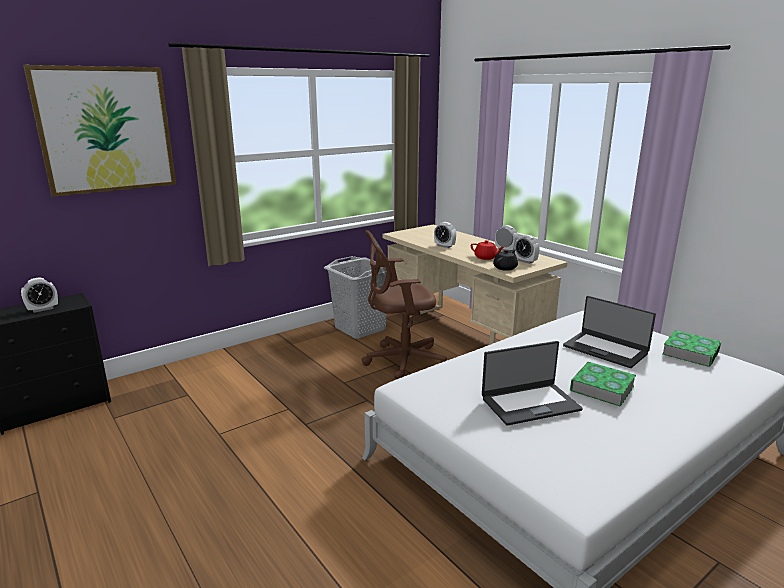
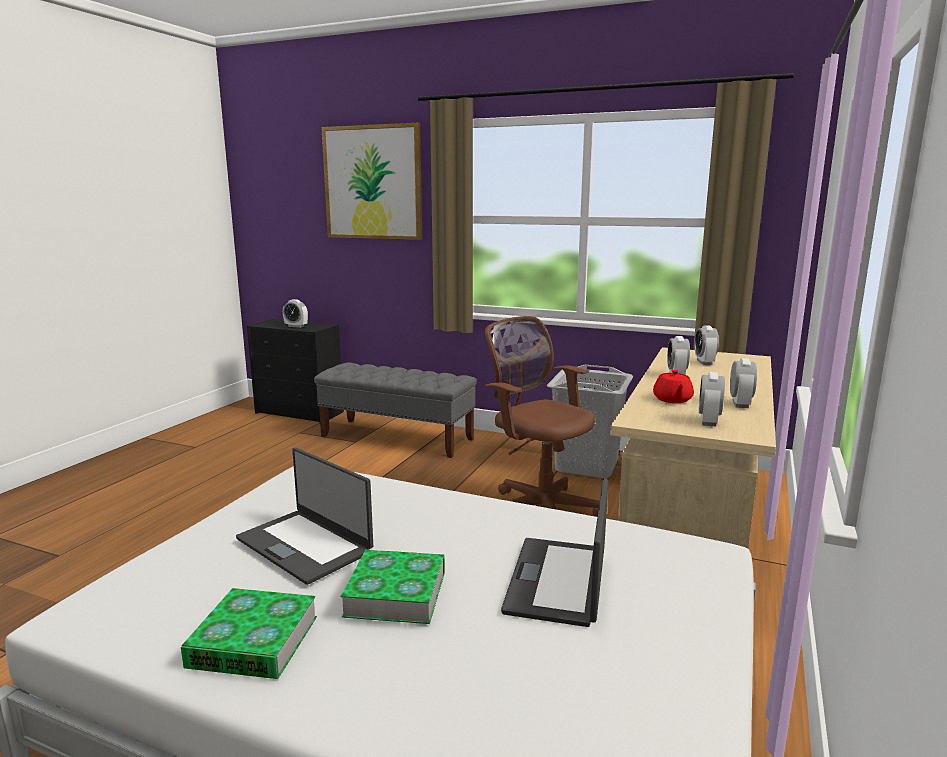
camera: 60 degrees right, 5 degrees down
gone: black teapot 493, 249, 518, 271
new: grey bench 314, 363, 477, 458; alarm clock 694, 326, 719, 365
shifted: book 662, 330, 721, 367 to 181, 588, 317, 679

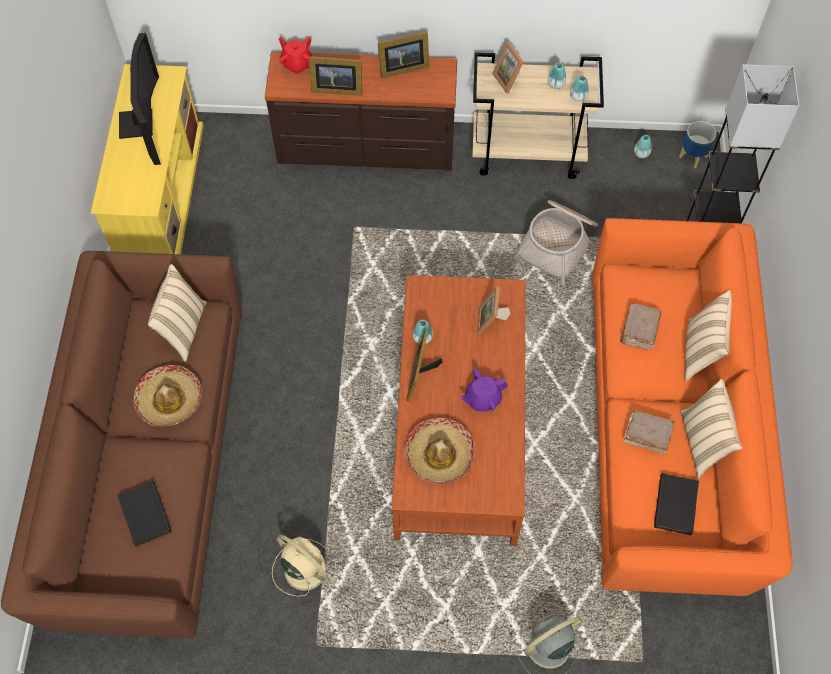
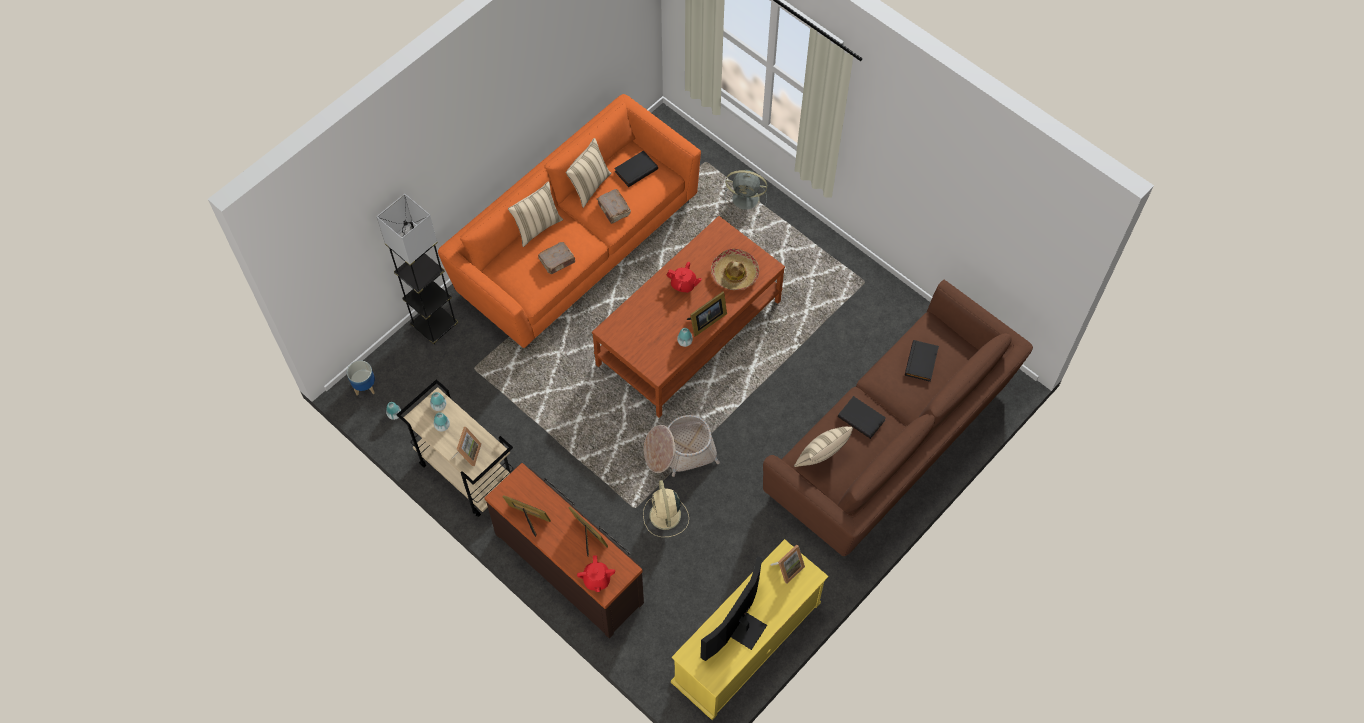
camera: 140 degrees left, 0 degrees up
shifted: beige fan 272, 534, 337, 599 to 643, 480, 689, 537; picture frame 477, 286, 510, 335 to 771, 544, 805, 584; basket 513, 200, 598, 285 to 644, 415, 720, 477
swapped: hat 134, 365, 202, 427 to black book 838, 396, 886, 439
repainted: purple teapot 460, 368, 508, 411 to red teapot 666, 262, 702, 293

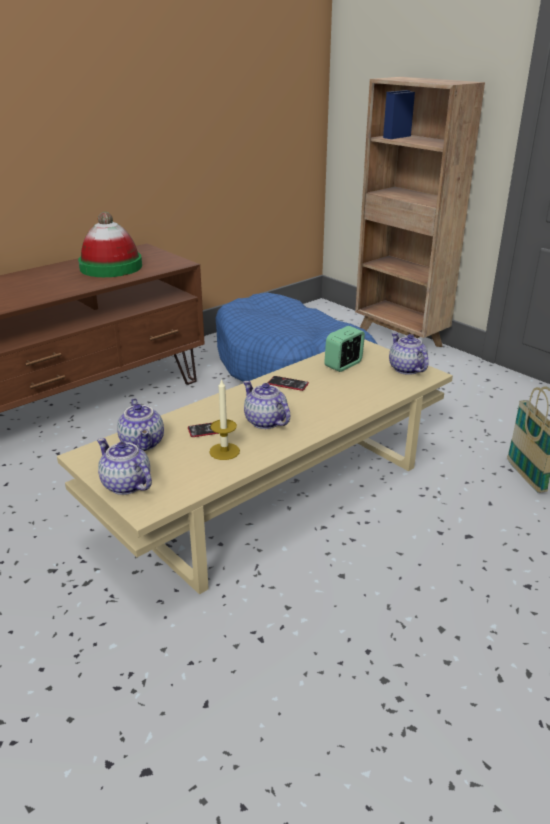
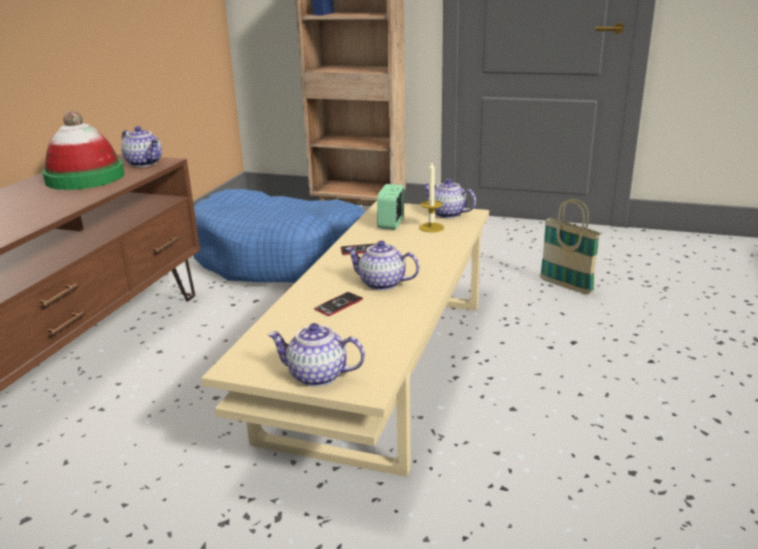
camera: 30 degrees left, 5 degrees down
shifted: teapot 117, 398, 164, 451 to 121, 126, 162, 167; candle 209, 378, 240, 460 to 419, 162, 444, 232

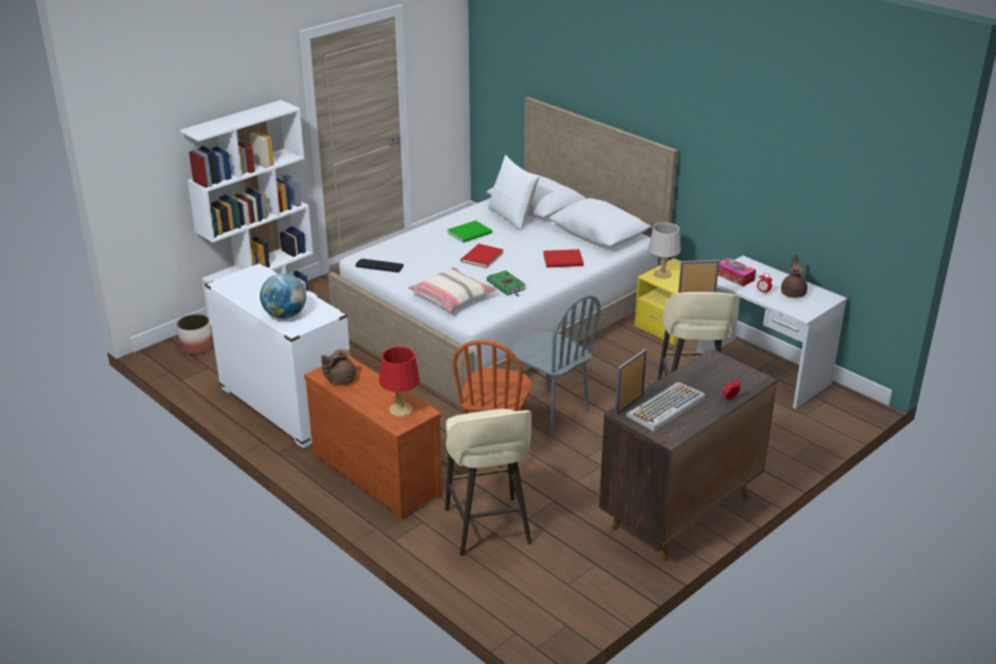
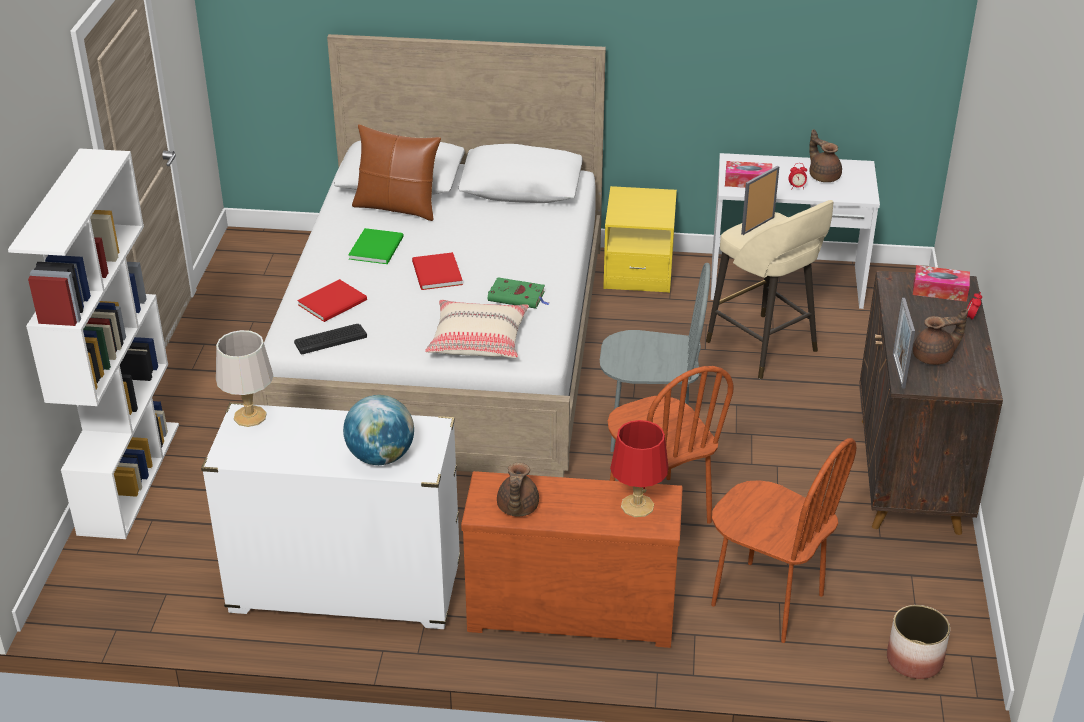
camera: 40 degrees left, 5 degrees up
new: tissue box 913, 265, 970, 302
shifted: planter 177, 314, 213, 354 to 887, 605, 950, 679; red book 543, 249, 584, 268 to 297, 279, 367, 322; grey table lamp 648, 222, 681, 279 to 216, 330, 273, 427
swapped: beige stool 445, 409, 532, 556 to brown chair 711, 438, 856, 643; keyboard 626, 382, 705, 432 to brown teapot 913, 309, 968, 365
repainted: white pillow 488, 155, 539, 231 to brown pillow 352, 124, 441, 221

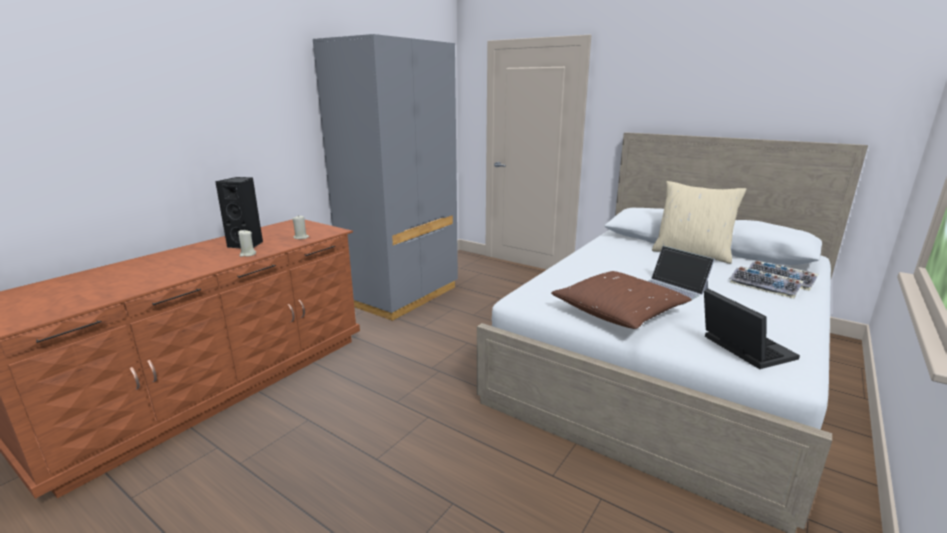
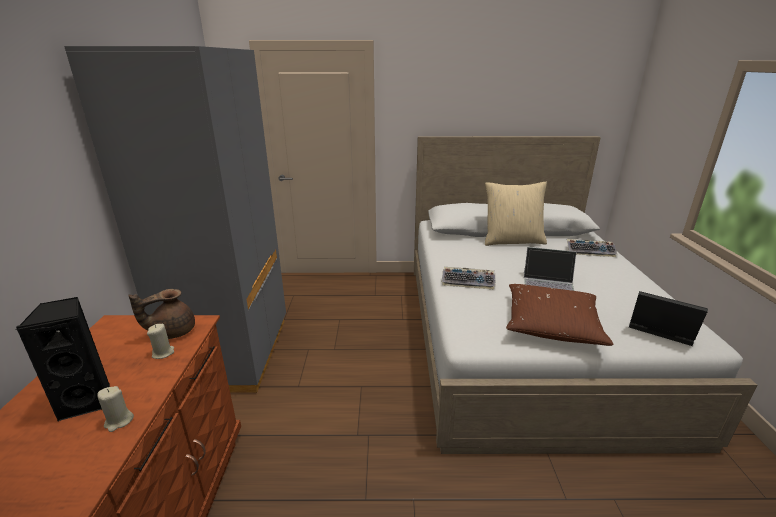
camera: 35 degrees left, 5 degrees up
new: brown teapot 129, 289, 195, 339
shifted: keyboard 729, 266, 804, 299 to 442, 267, 495, 289

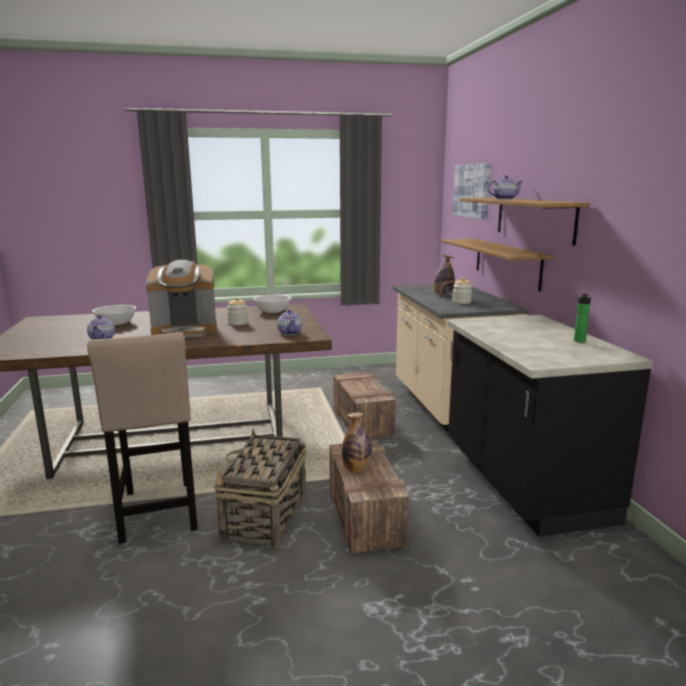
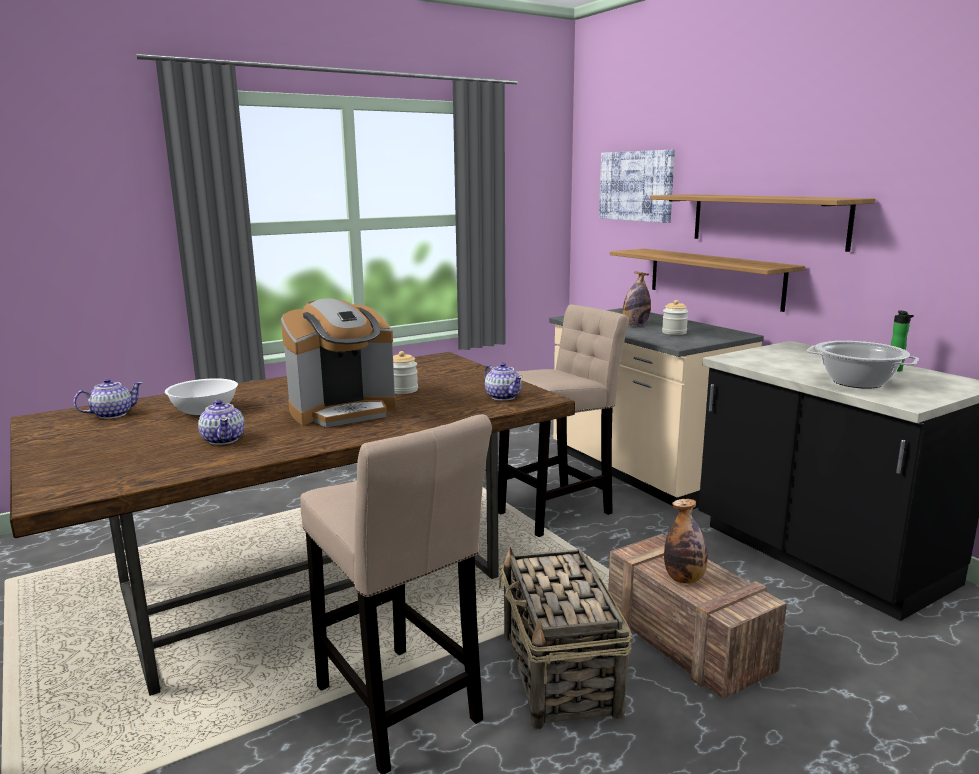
camera: 20 degrees left, 0 degrees up
gone: white bowl 253, 295, 291, 313
new: cooking pot 806, 341, 919, 389
shifted: teapot 488, 175, 523, 199 to 74, 378, 143, 419
swapped: crate 333, 372, 396, 439 to beige stool 498, 304, 629, 537

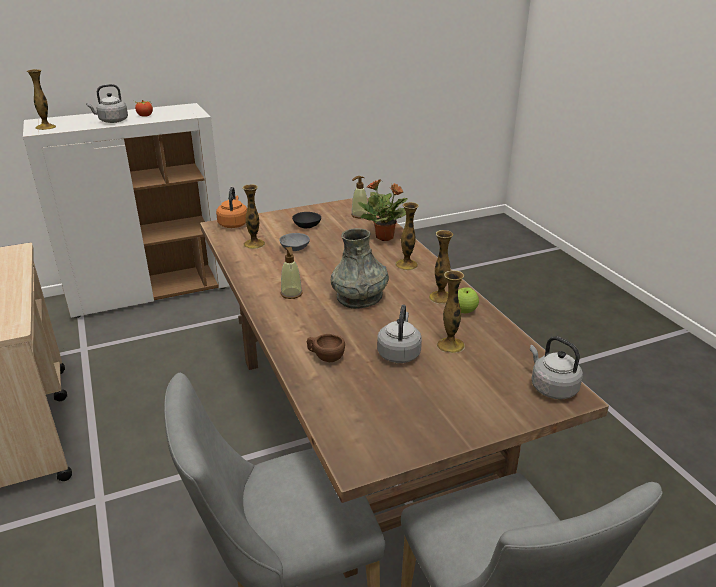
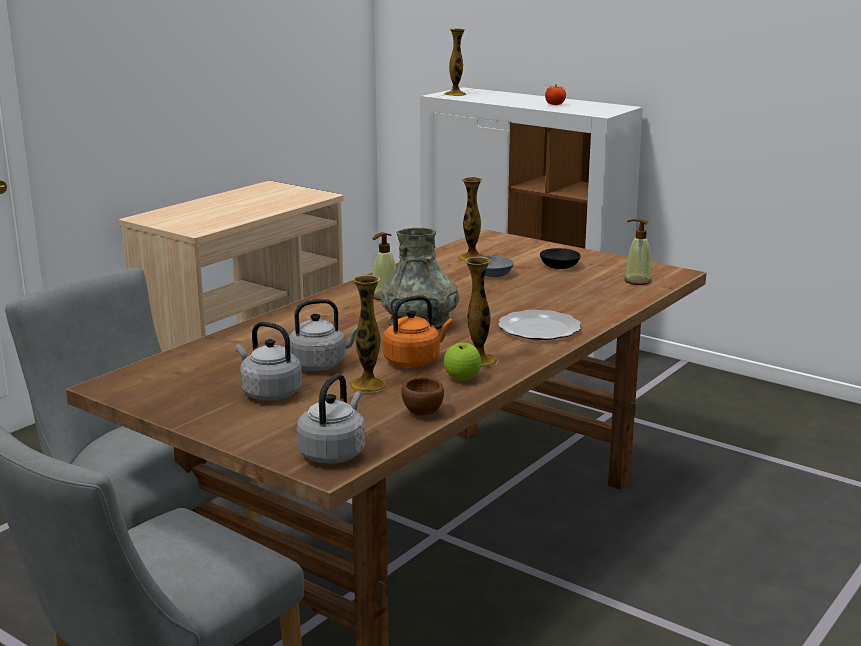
camera: 60 degrees right, 10 degrees down
gone: potted plant 357, 179, 408, 241
shifted: grey kettle 86, 84, 128, 123 to 236, 321, 302, 401; orange kettle 216, 187, 247, 228 to 383, 295, 453, 367; brown cup 307, 334, 345, 362 to 401, 375, 444, 416
swapped: vase 395, 202, 419, 270 to plate 498, 310, 581, 340

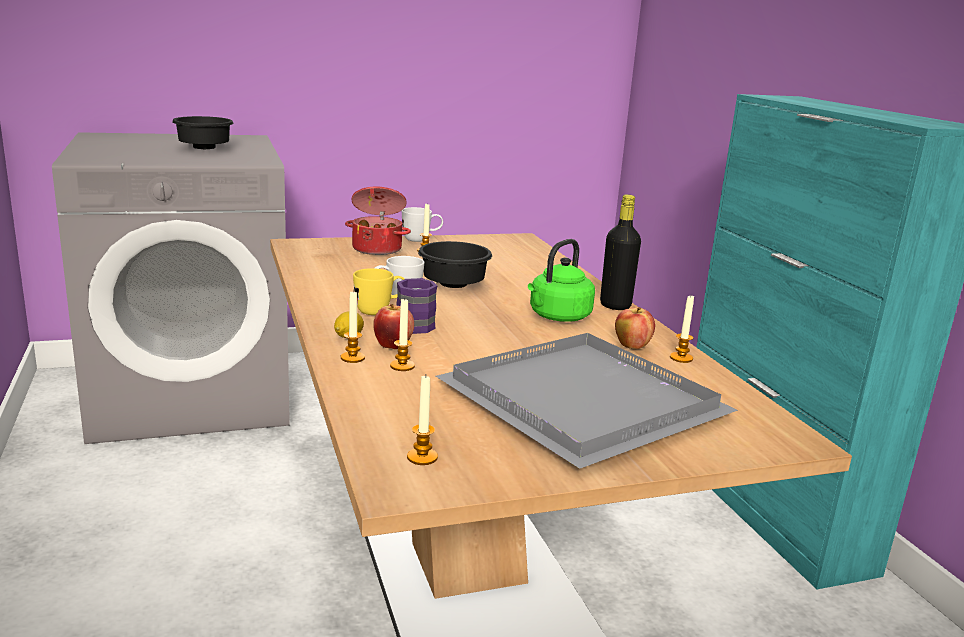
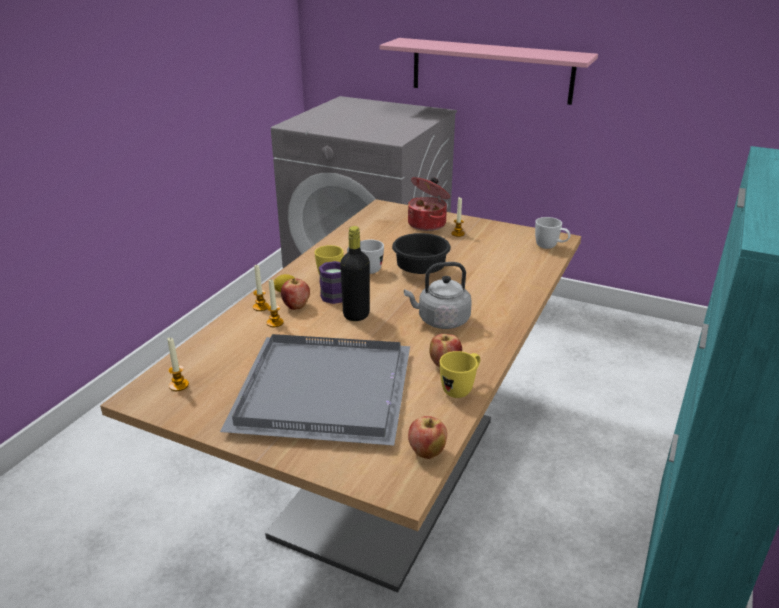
camera: 45 degrees right, 10 degrees up
gone: black bowl 172, 116, 233, 149
new: pink shelf 379, 38, 598, 105; apple 408, 416, 447, 459
shifted: white mug 402, 207, 443, 242 to 535, 217, 571, 249; black bottle 600, 194, 641, 310 to 340, 226, 370, 321
swapped: candle 670, 296, 694, 363 to yellow mug 440, 351, 480, 398
repainted: green kettle 528, 239, 595, 322 to grey kettle 404, 262, 472, 329

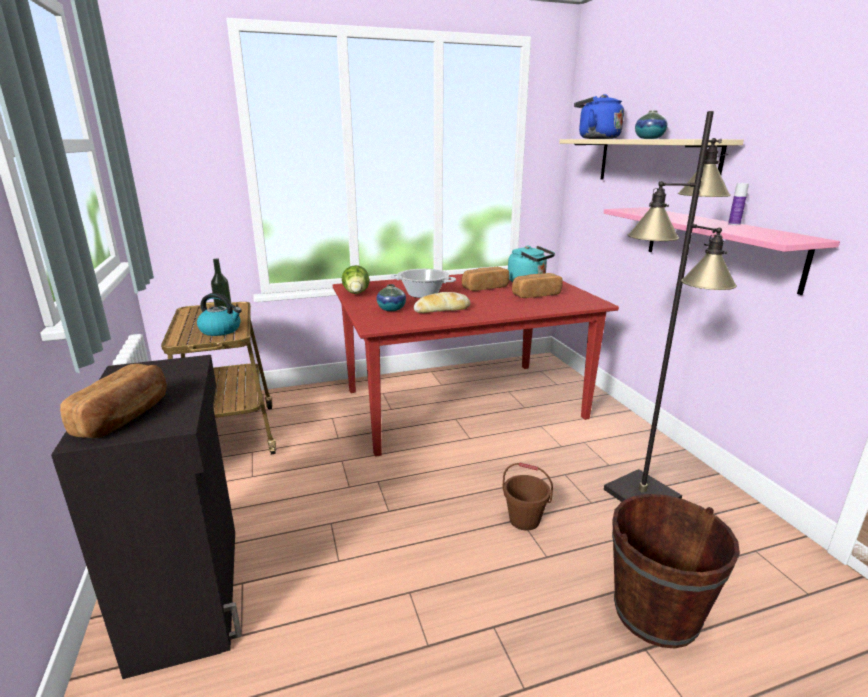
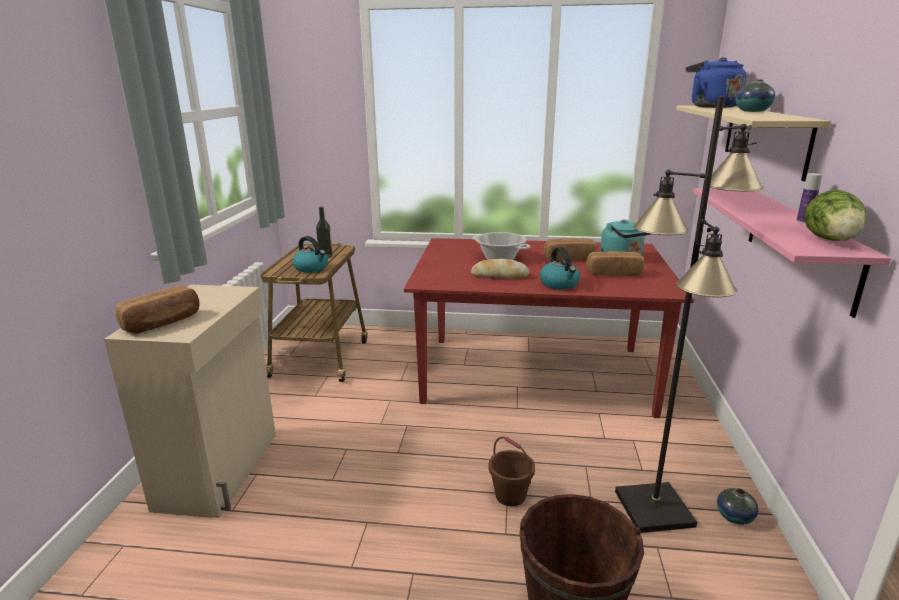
camera: 25 degrees right, 0 degrees up
new: kettle 540, 247, 580, 289
shifted: lettuce 342, 265, 369, 294 to 804, 190, 867, 241; vase 377, 284, 406, 311 to 717, 488, 759, 525
repainted: black cabinet 51, 355, 241, 679 to beige cabinet 104, 284, 276, 518

